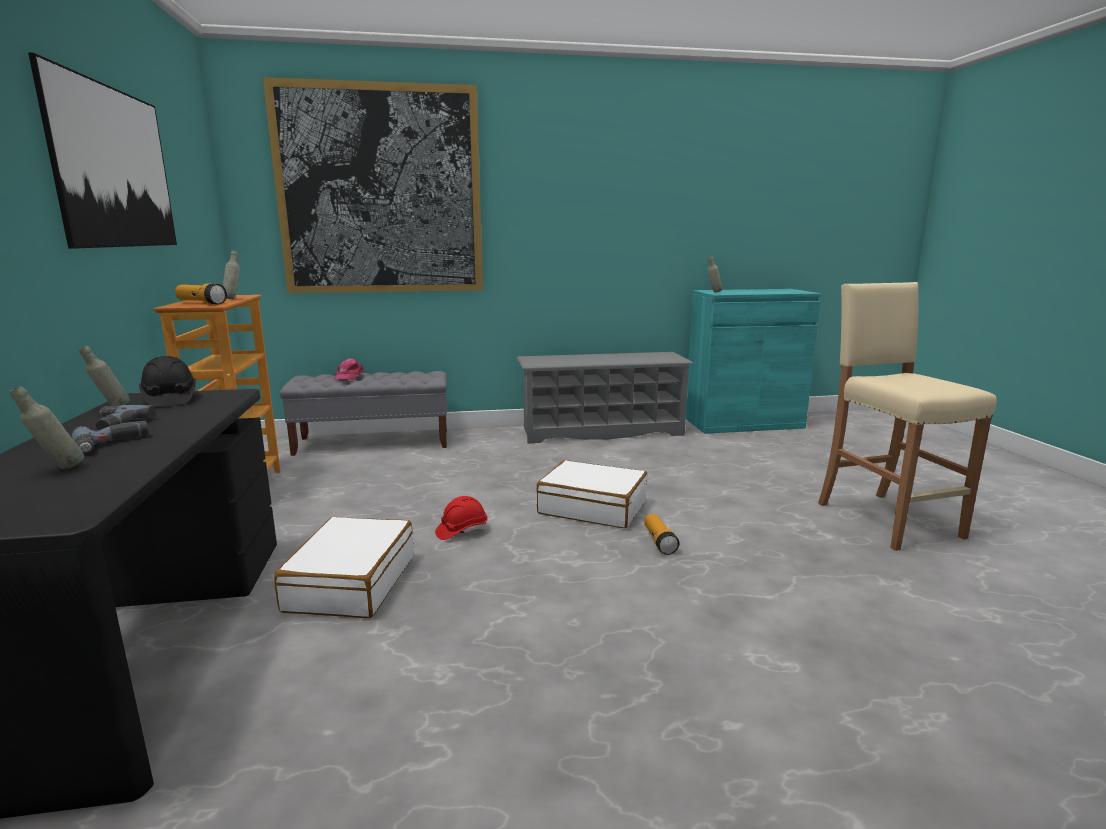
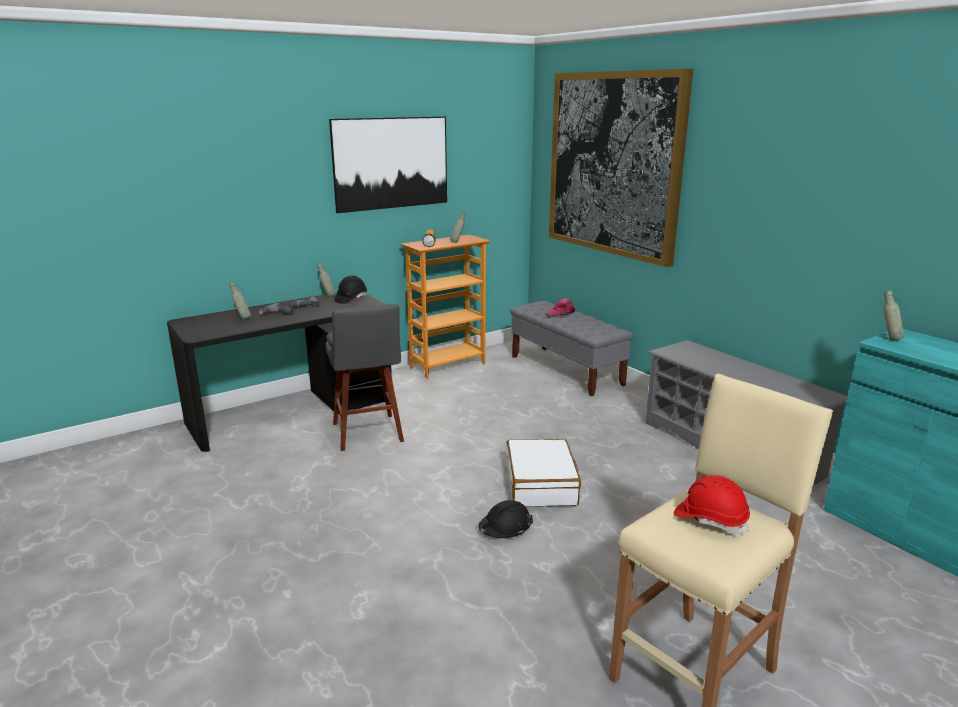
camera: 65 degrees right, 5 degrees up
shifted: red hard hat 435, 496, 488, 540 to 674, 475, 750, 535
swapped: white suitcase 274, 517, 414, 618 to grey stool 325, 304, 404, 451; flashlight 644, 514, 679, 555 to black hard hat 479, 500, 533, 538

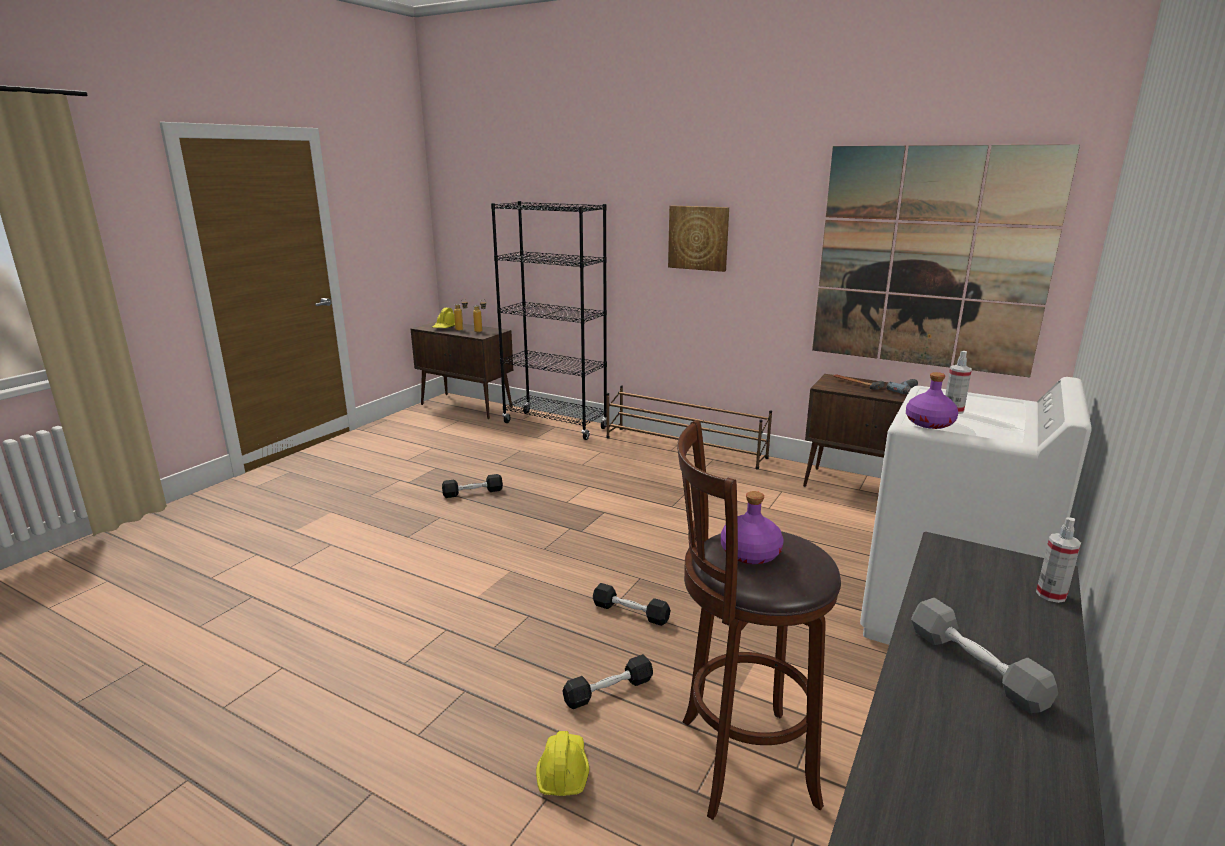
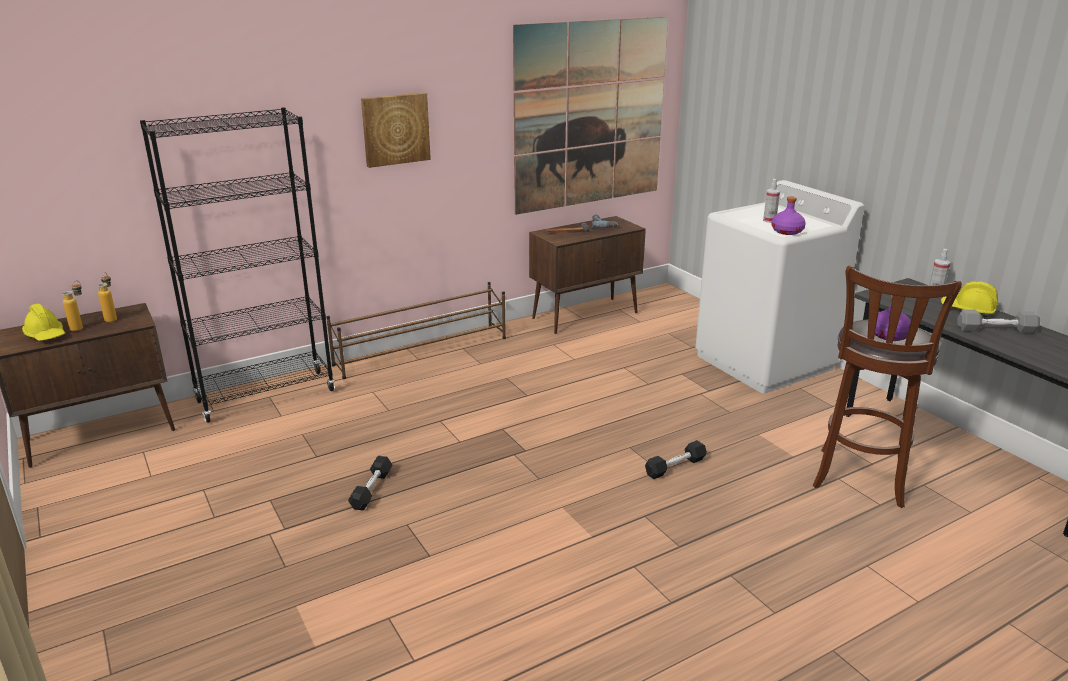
camera: 60 degrees left, 5 degrees up
gone: black dumbbell 562, 654, 653, 709
shifted: yellow hard hat 536, 731, 589, 796 to 941, 281, 998, 317

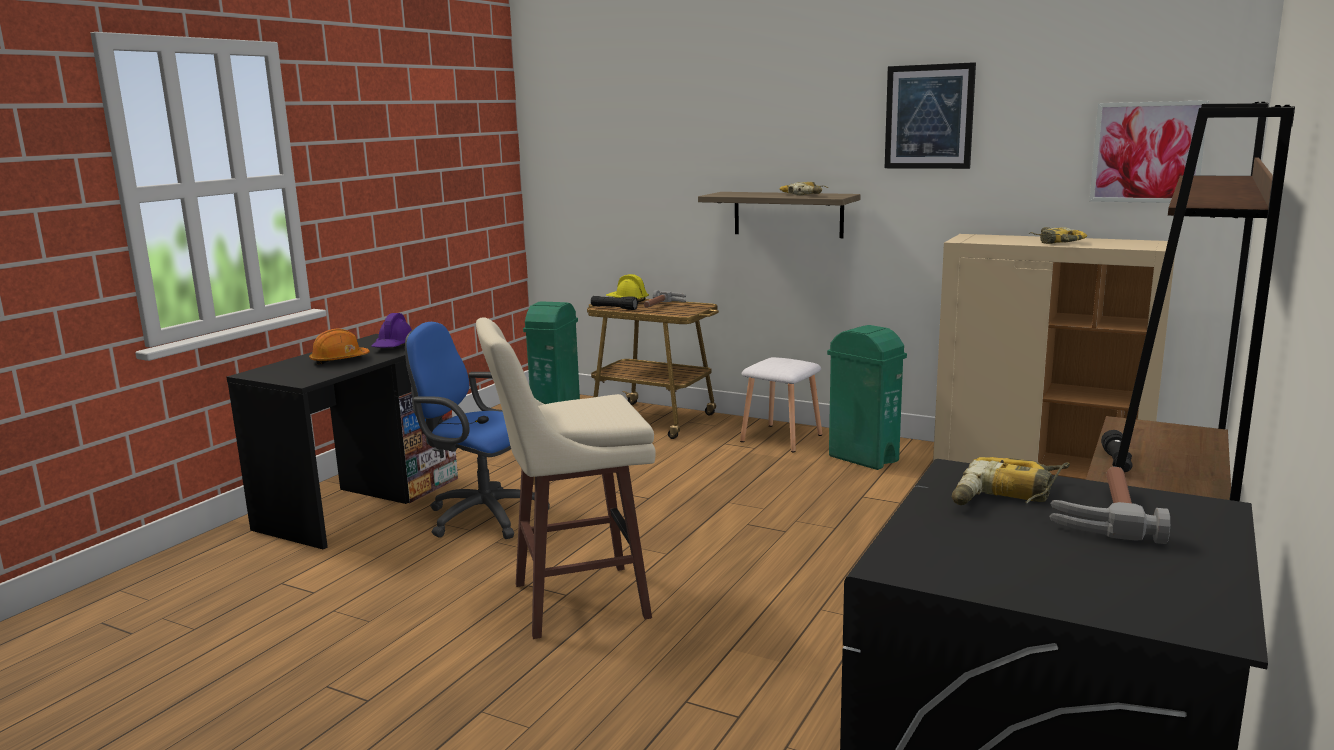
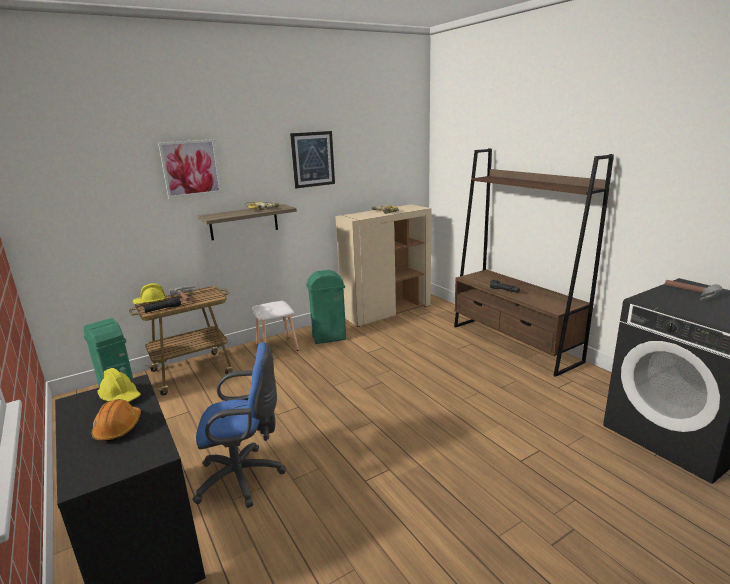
camera: 60 degrees left, 5 degrees up
gone: beige stool 476, 317, 656, 639; power drill 952, 457, 1070, 505
shifted: picture 1089, 100, 1209, 203 to 158, 139, 222, 198
repainted: purple hard hat 371, 313, 412, 348 to yellow hard hat 97, 368, 141, 402
rotated: blue office chair 405, 322, 550, 539 = 192, 342, 286, 508 150 degrees counterclockwise

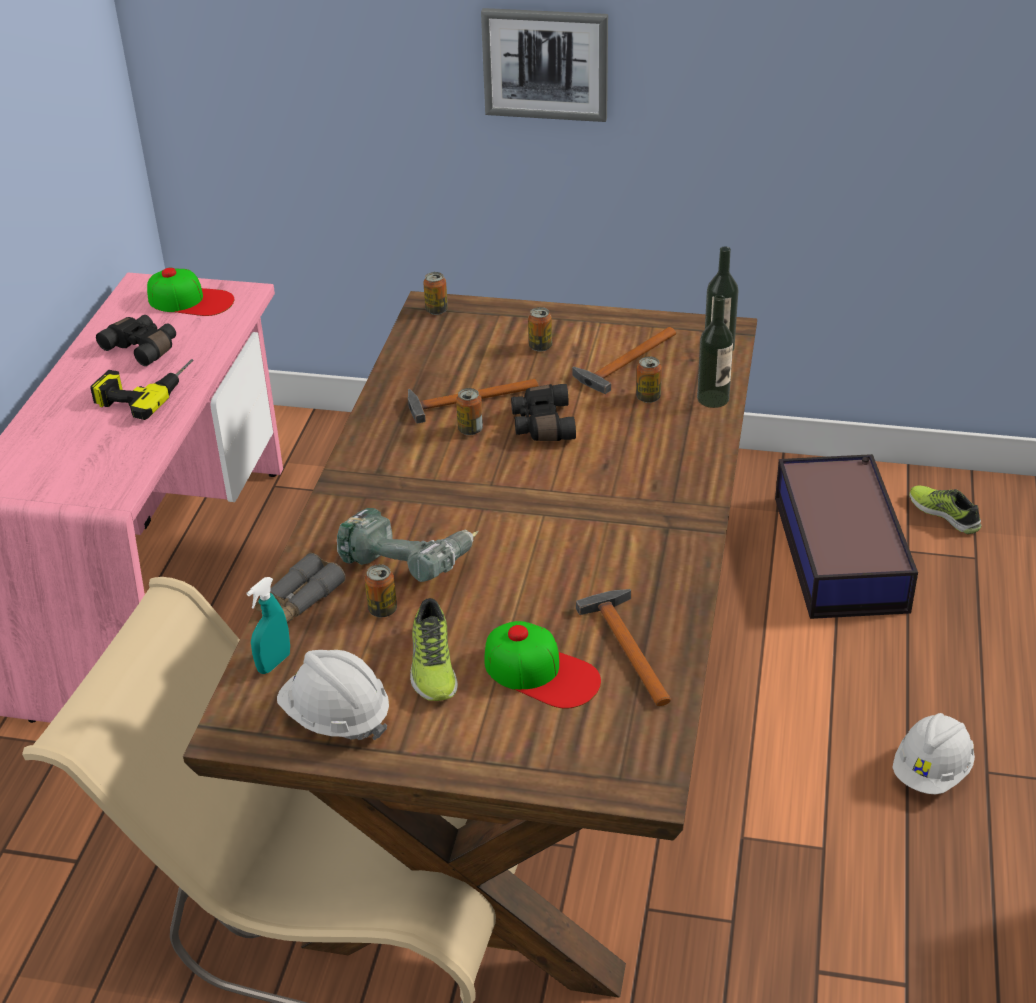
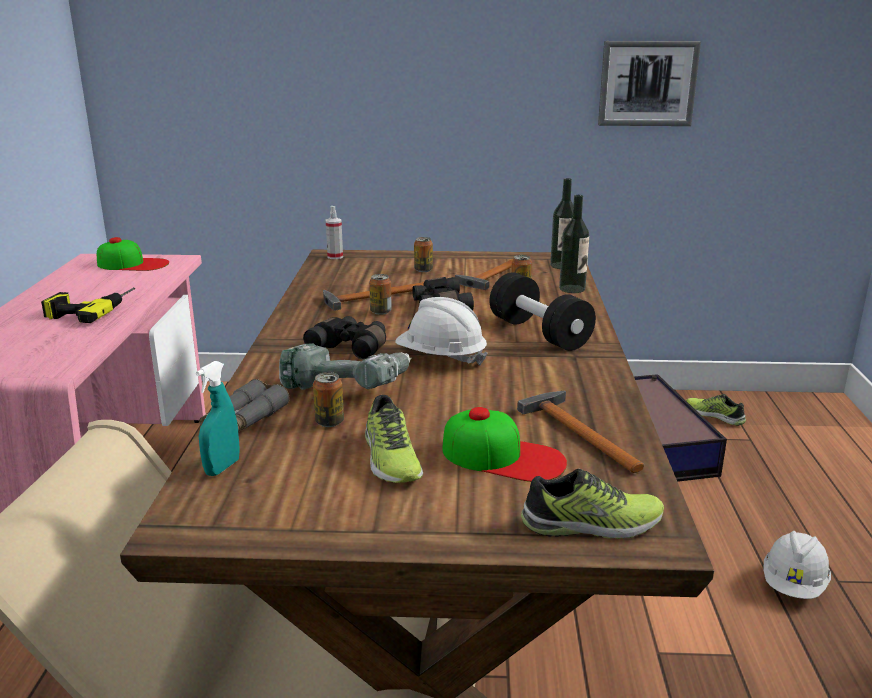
camera: 10 degrees left, 15 degrees down
new: black dumbbell 490, 272, 596, 351; shoe 521, 469, 664, 539
shifted: black binoculars 96, 315, 176, 366 to 303, 316, 386, 360; white hard hat 277, 650, 389, 740 to 395, 297, 488, 366; picture 481, 8, 608, 122 to 598, 41, 701, 126
swapped: can 423, 272, 448, 315 to spray bottle 326, 206, 343, 259

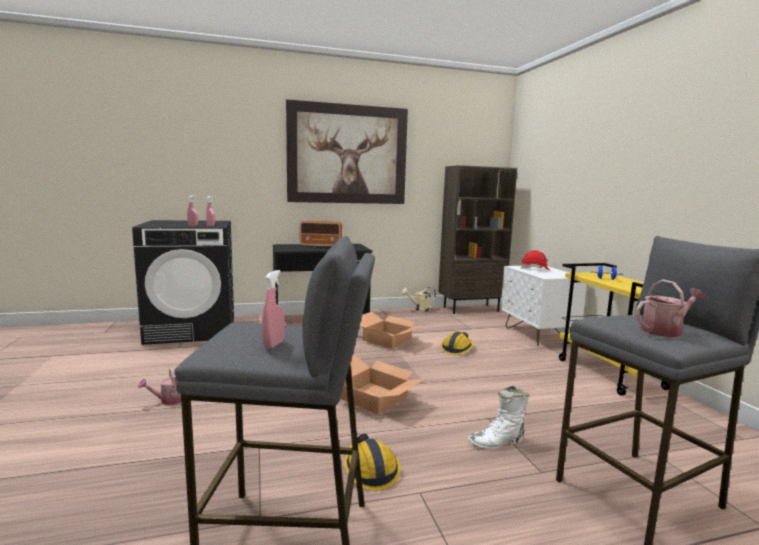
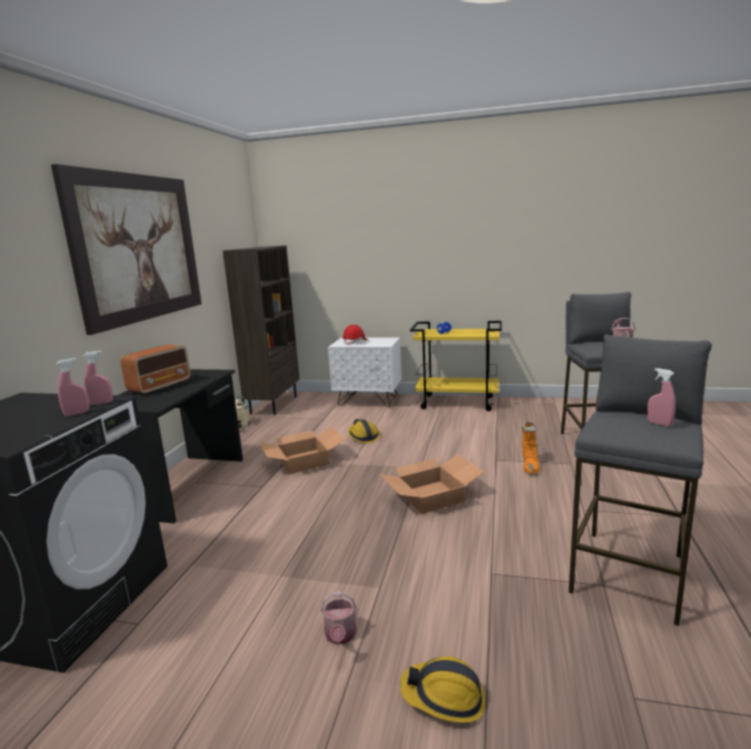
camera: 60 degrees left, 5 degrees up
shifted: hard hat 344, 434, 401, 491 to 400, 656, 486, 723
repainted: white boot 468, 385, 529, 449 to orange boot 522, 422, 540, 474

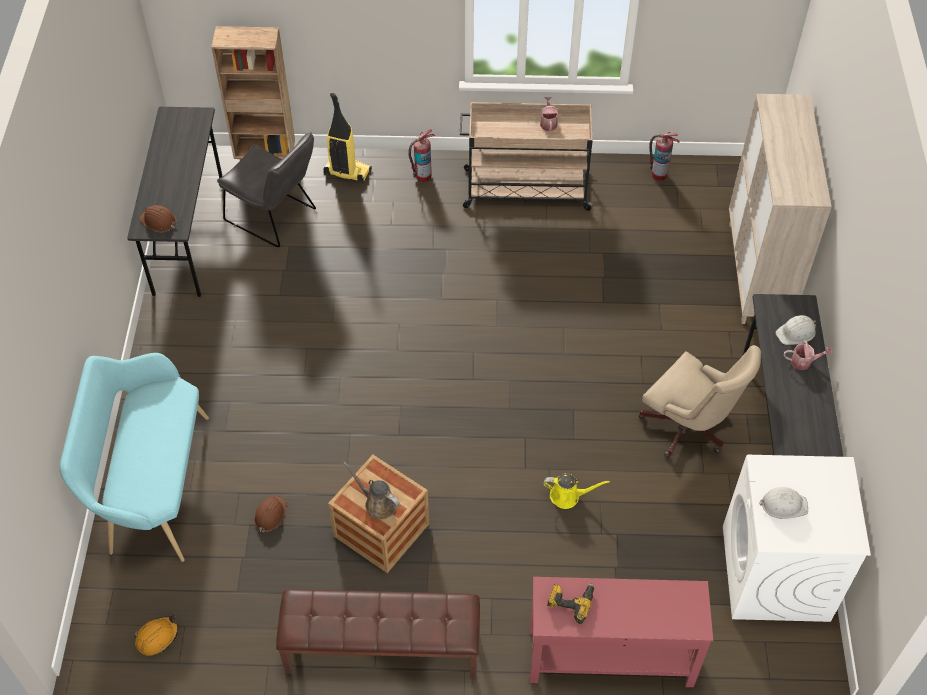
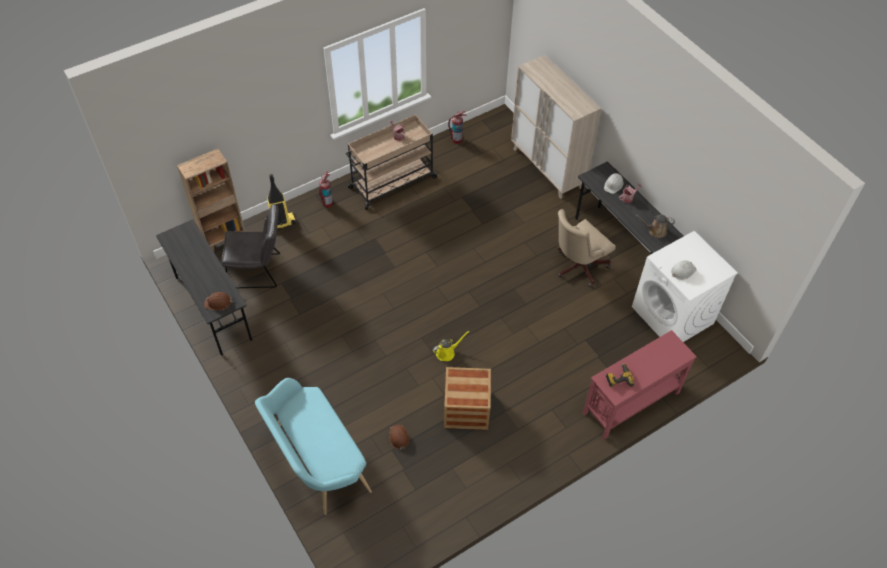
camera: 35 degrees left, 0 degrees up
gone: orange hard hat 134, 615, 179, 656; brown bench 276, 589, 480, 679
shifted: brown watering can 344, 462, 400, 519 to 636, 215, 675, 238; yellow watering can 544, 473, 610, 509 to 433, 331, 469, 361
rotated: beige office chair 639, 345, 761, 458 = 558, 209, 616, 287 135 degrees clockwise

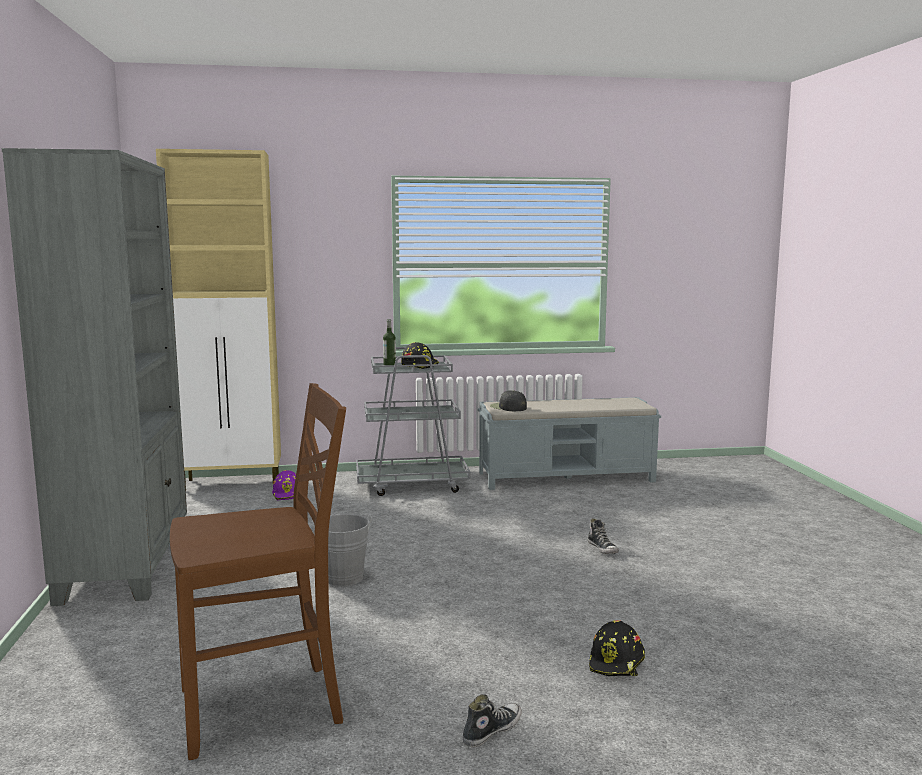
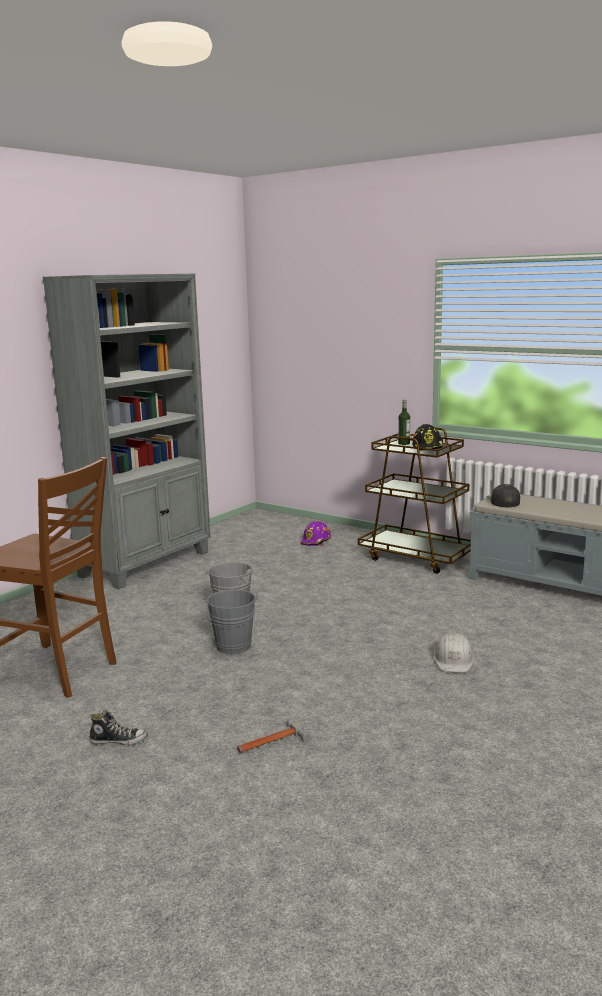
camera: 45 degrees right, 5 degrees up
gone: beige cabinet 156, 149, 281, 489
new: grey bucket 205, 589, 258, 654
swapped: shoe 588, 518, 619, 554 to white hard hat 433, 632, 474, 673; black hard hat 589, 620, 645, 676 to hammer 237, 718, 311, 753
repainted: grey cart 356, 347, 470, 496 to brown cart 358, 427, 471, 574

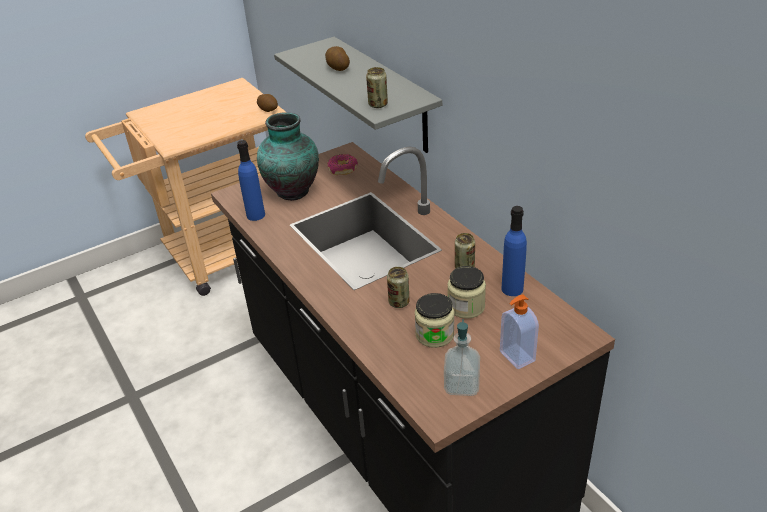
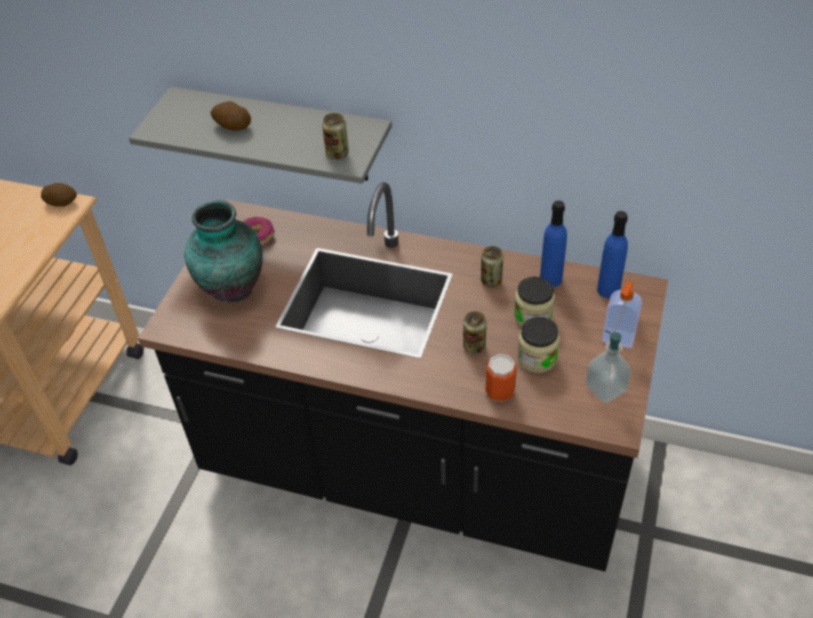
camera: 40 degrees left, 10 degrees up
new: can 485, 354, 517, 402
shifted: blue bottle 237, 140, 265, 221 to 597, 211, 628, 298

